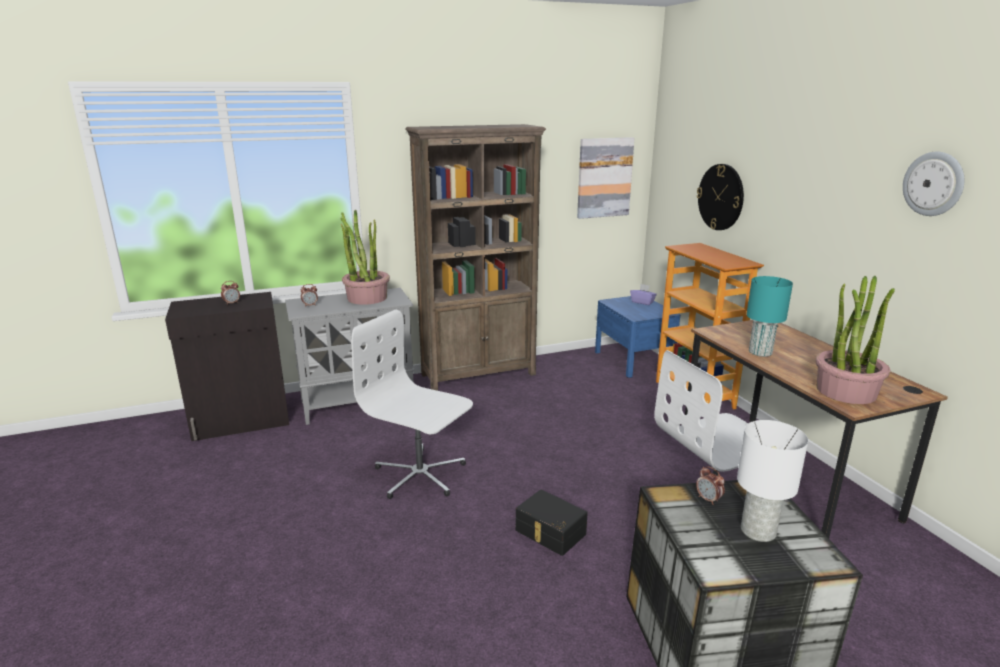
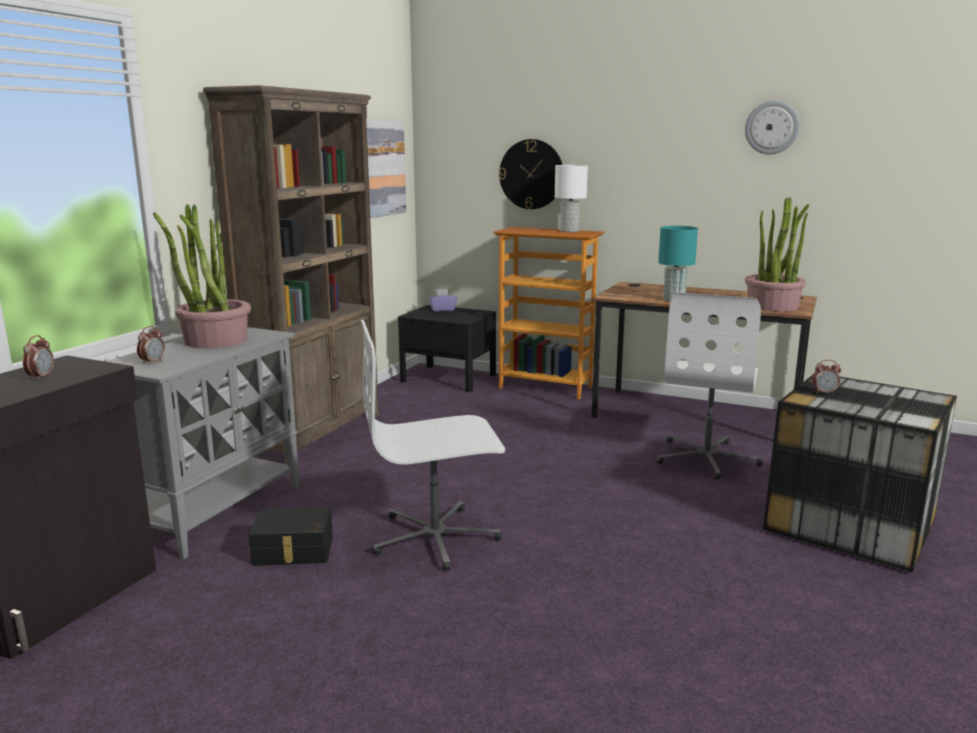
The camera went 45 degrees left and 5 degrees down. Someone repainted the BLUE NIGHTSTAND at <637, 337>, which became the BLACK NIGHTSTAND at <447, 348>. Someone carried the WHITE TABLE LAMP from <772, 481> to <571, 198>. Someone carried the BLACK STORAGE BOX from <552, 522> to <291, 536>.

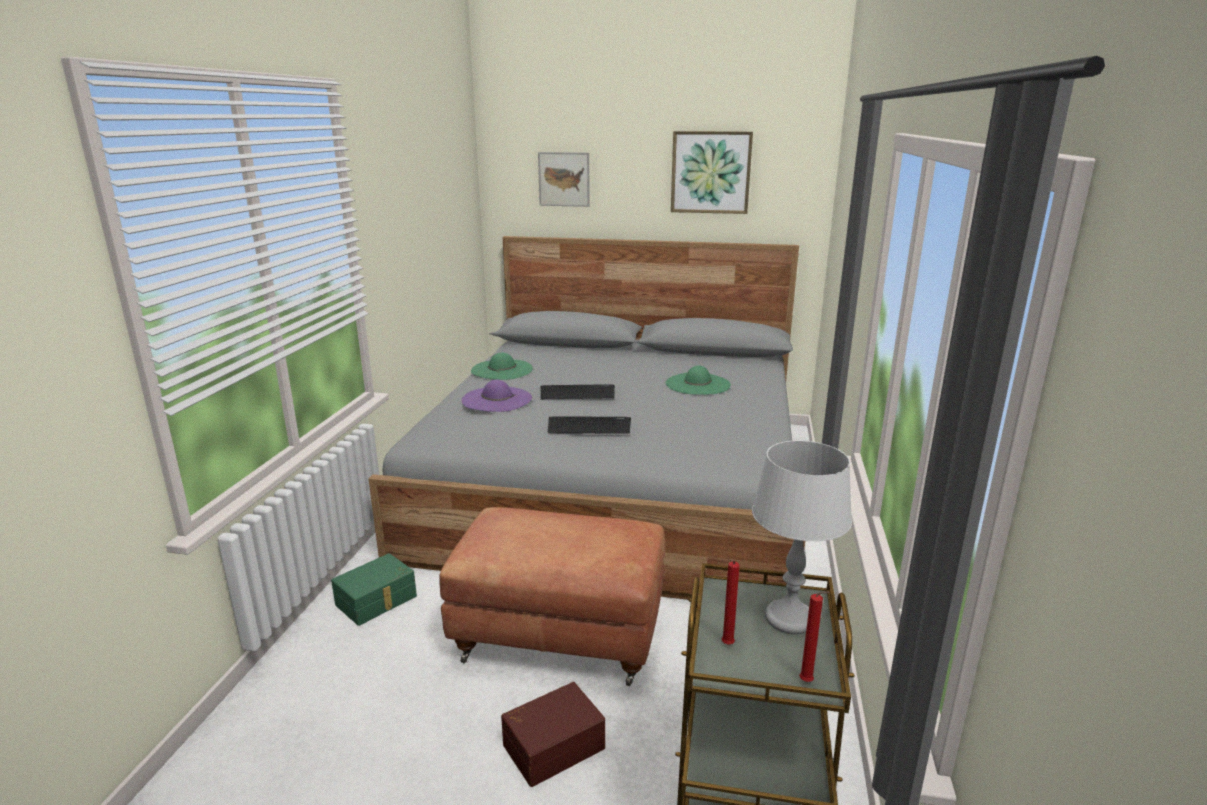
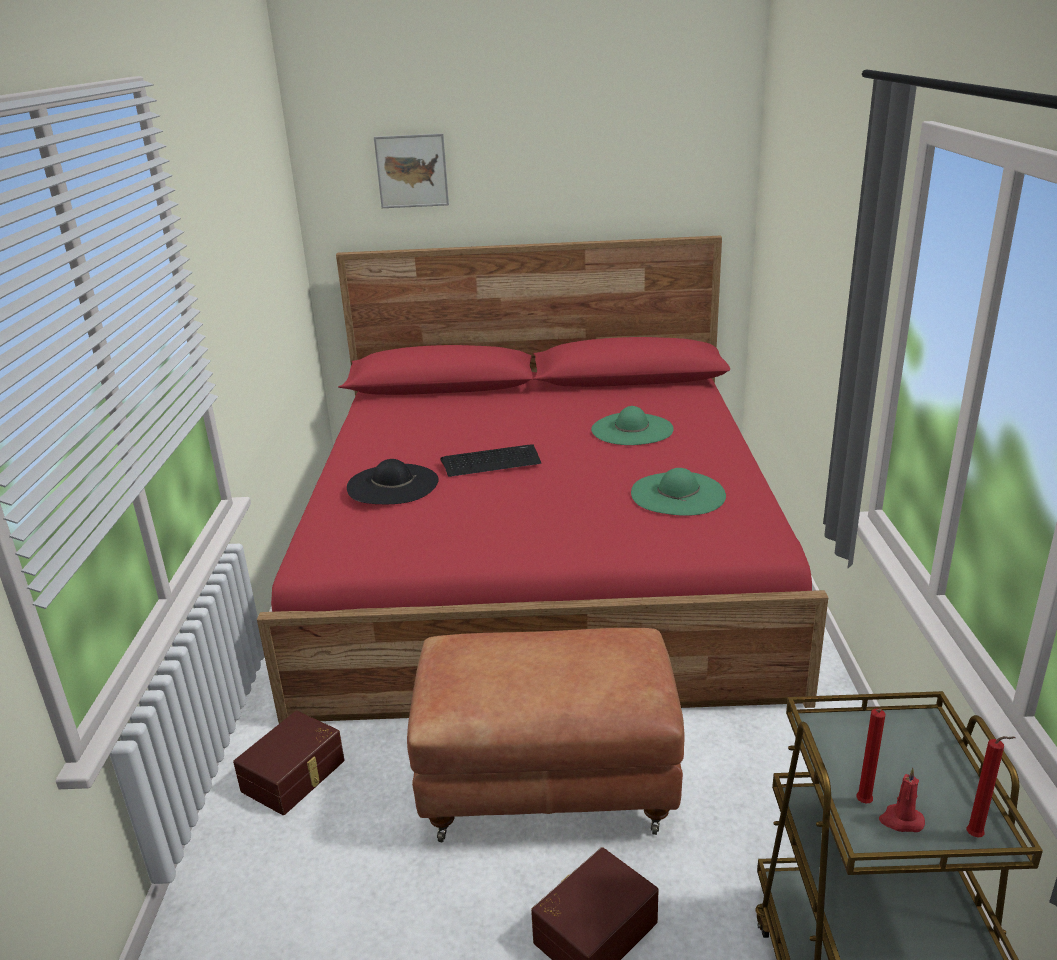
The camera went 10 degrees left and 5 degrees up. Someone took away the PICTURE at <712, 172>. Someone repainted the GREY BED at <586, 418>, which became the RED BED at <542, 480>. Someone carried the GREEN HAT from <502, 366> to <678, 492>. Someone repainted the PURPLE HAT at <497, 396>, which became the BLACK HAT at <393, 481>. Someone took away the KEYBOARD at <589, 425>. Someone took away the GREY TABLE LAMP at <802, 537>. Someone repainted the GREEN STORAGE BOX at <374, 589>, which became the BROWN STORAGE BOX at <289, 763>. Someone put down the RED CANDLE at <902, 800>.

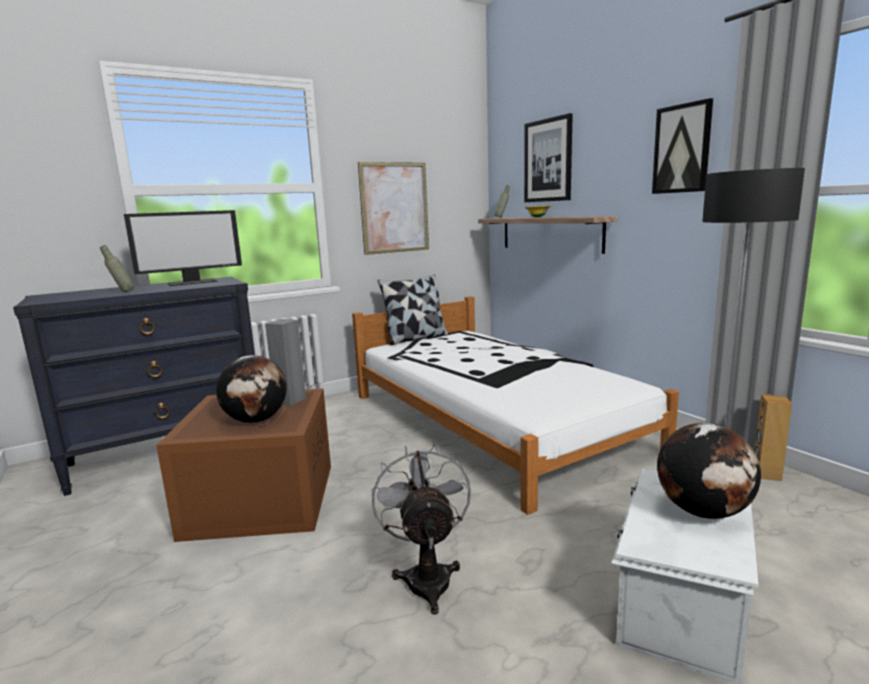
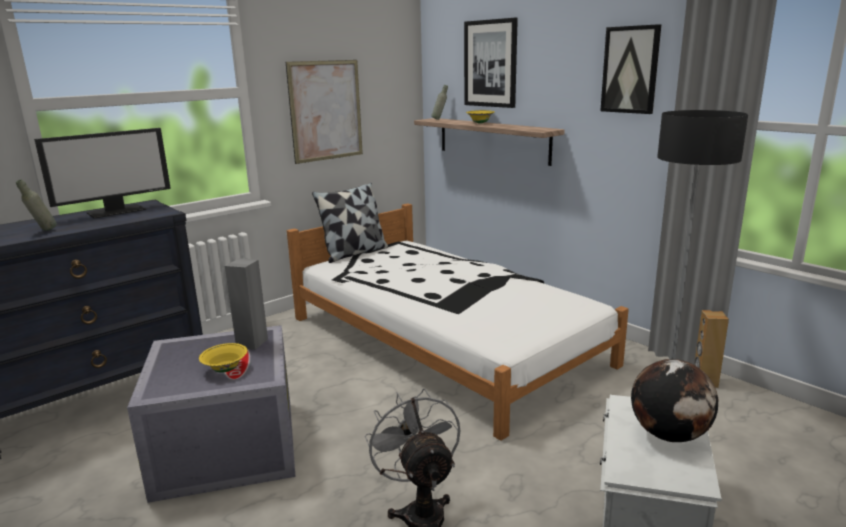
The camera went 10 degrees left and 5 degrees up. Someone swapped the GLOBE at <251, 389> for the YELLOW BOWL at <223, 358>. Someone repainted the BROWN STORAGE BOX at <243, 465>, which became the GREY STORAGE BOX at <211, 414>.

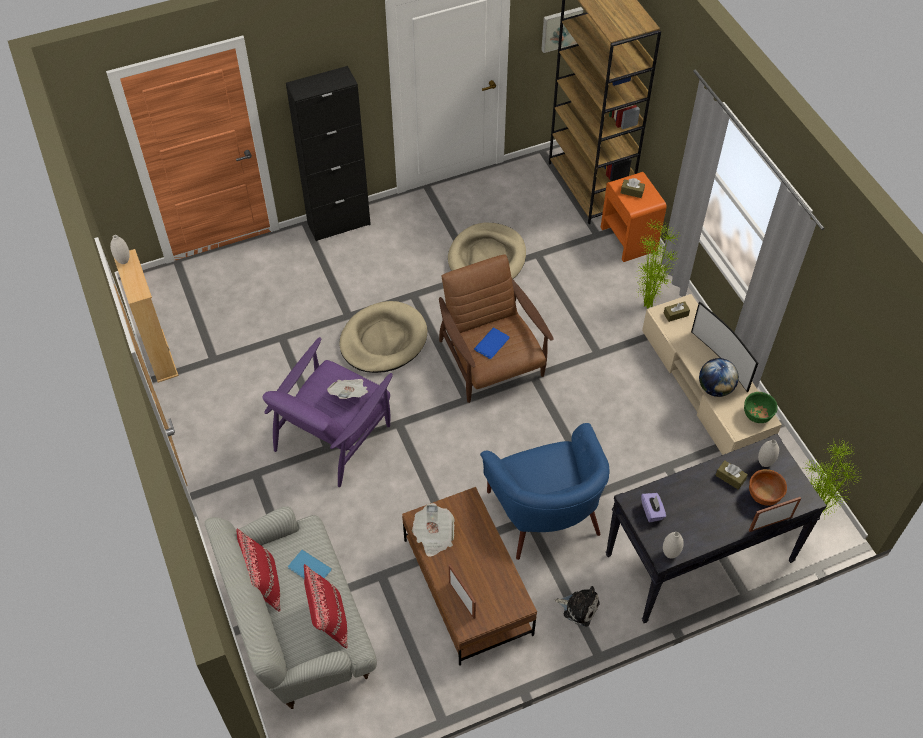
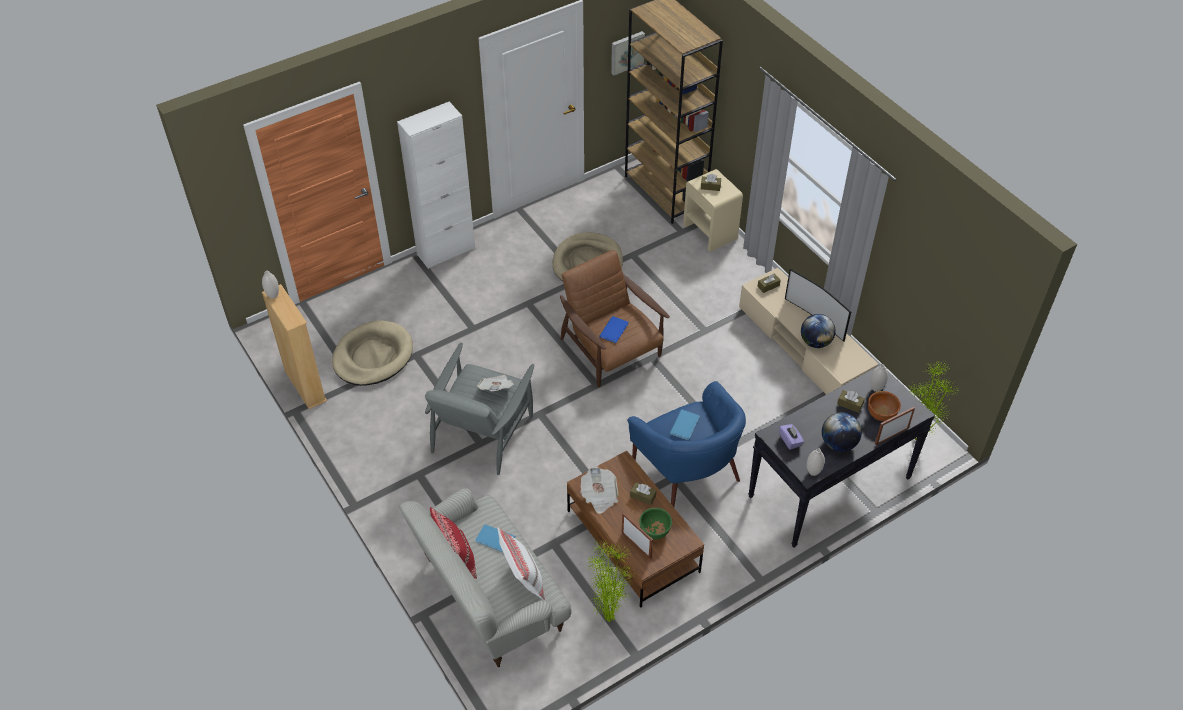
The camera went 10 degrees left and 5 degrees down. Someone repainted the BLACK CABINET at <328, 153>, which became the WHITE CABINET at <436, 185>. Someone repainted the ORANGE NIGHTSTAND at <634, 217>, which became the BEIGE NIGHTSTAND at <713, 210>. Someone carried the POTTED PLANT from <657, 264> to <609, 581>. Someone carried the BEIGE DOG BED from <383, 337> to <372, 353>. Someone repainted the PURPLE ARMCHAIR at <327, 412>, which became the GREY ARMCHAIR at <479, 408>. Someone carried the GREEN BOWL from <761, 407> to <655, 523>. Someone repainted the RED PILLOW at <326, 606>, which became the WHITE PILLOW at <521, 564>. Someone took away the PLUSH TOY at <577, 606>. Someone put down the BLUE BOOK at <684, 425>. Someone put down the GLOBE at <842, 432>. Someone put down the BROWN TISSUE BOX at <643, 493>.

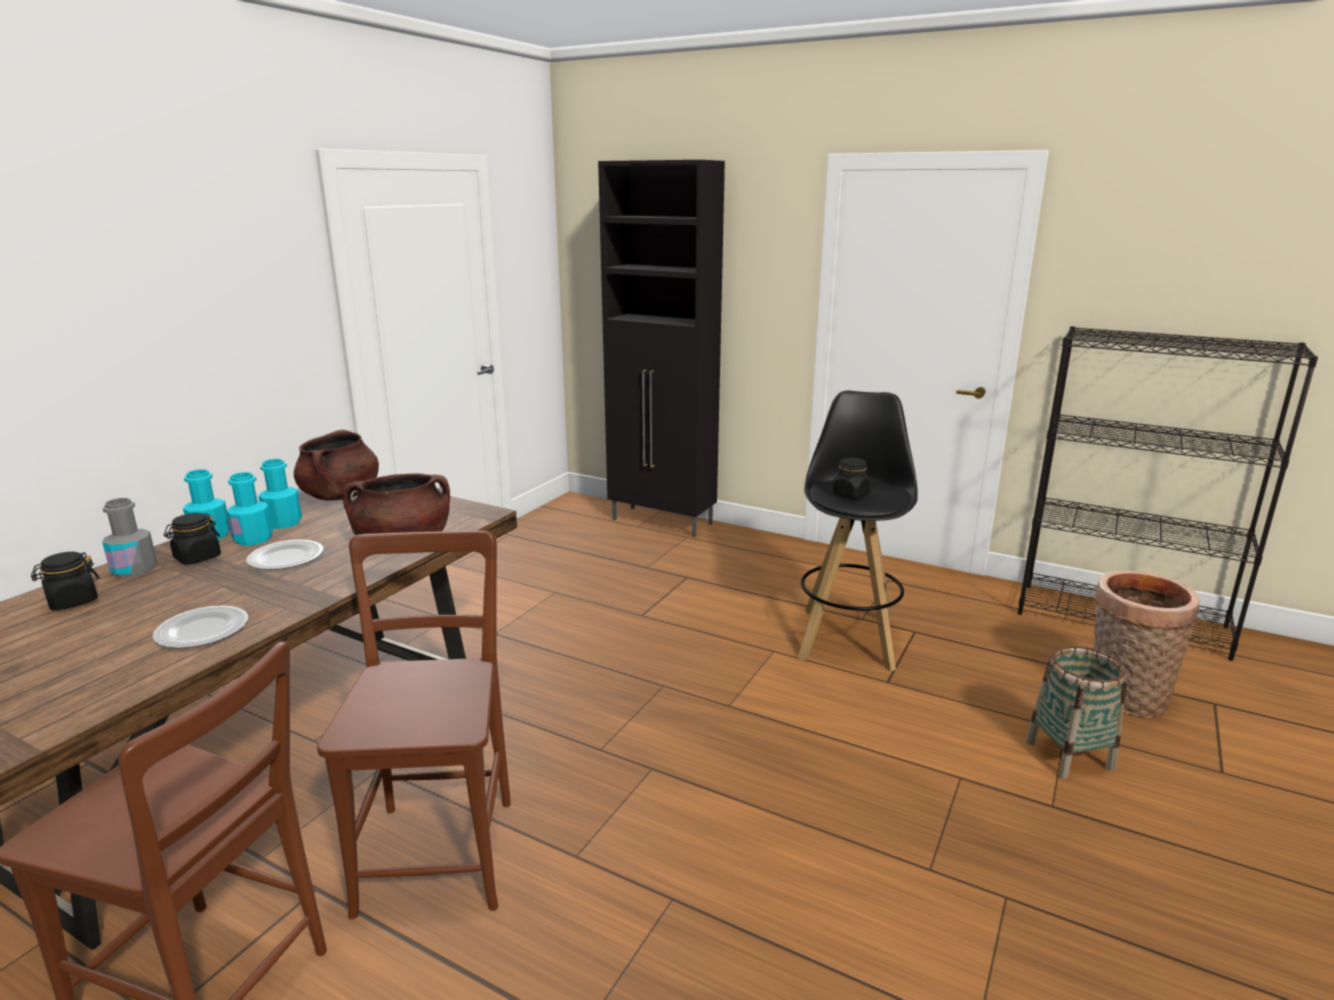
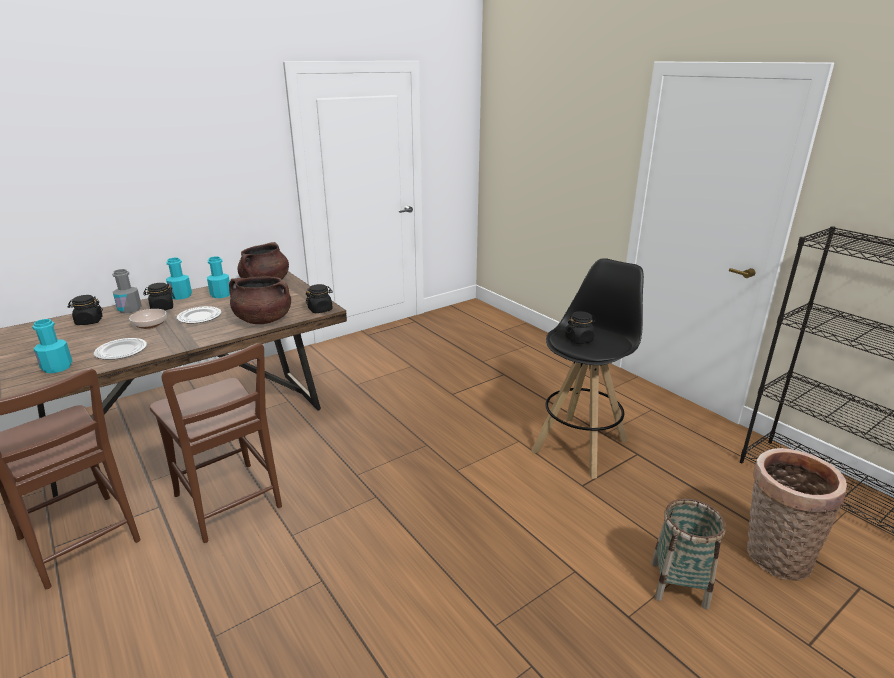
The camera went 25 degrees right and 5 degrees up. Someone took away the BLACK CABINET at <661, 349>. Someone carried the TURQUOISE BOTTLE from <249, 509> to <52, 346>. Someone rotated the BROWN CHAIR at <414, 725> by 120 degrees clockwise. Someone put down the BLACK JAR at <319, 298>. Someone put down the BOWL at <148, 319>.

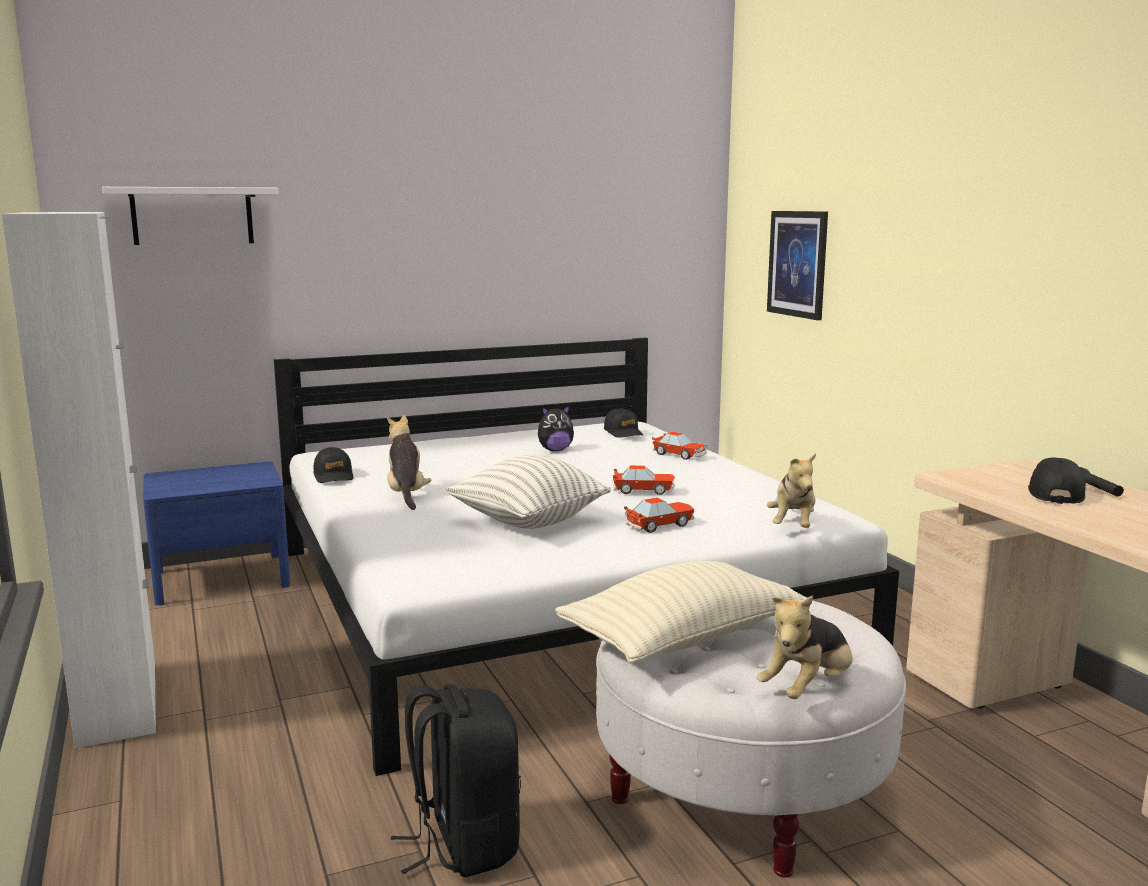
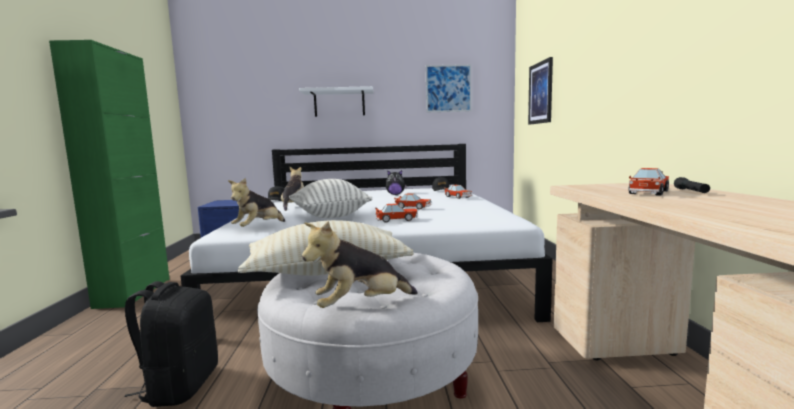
The camera went 20 degrees right and 5 degrees down. Someone carried the WHITE SHELF from <190, 216> to <336, 101>. Someone repainted the WHITE CABINET at <79, 480>, which became the GREEN CABINET at <109, 174>. Someone carried the PLUSH TOY from <791, 490> to <256, 202>. Someone swapped the BLACK CAP at <1057, 480> for the TOY CAR at <649, 182>. Someone put up the PICTURE at <448, 88>.

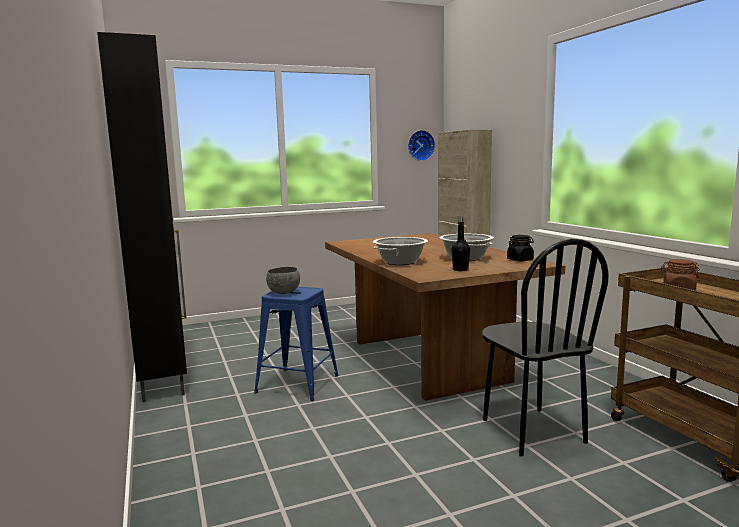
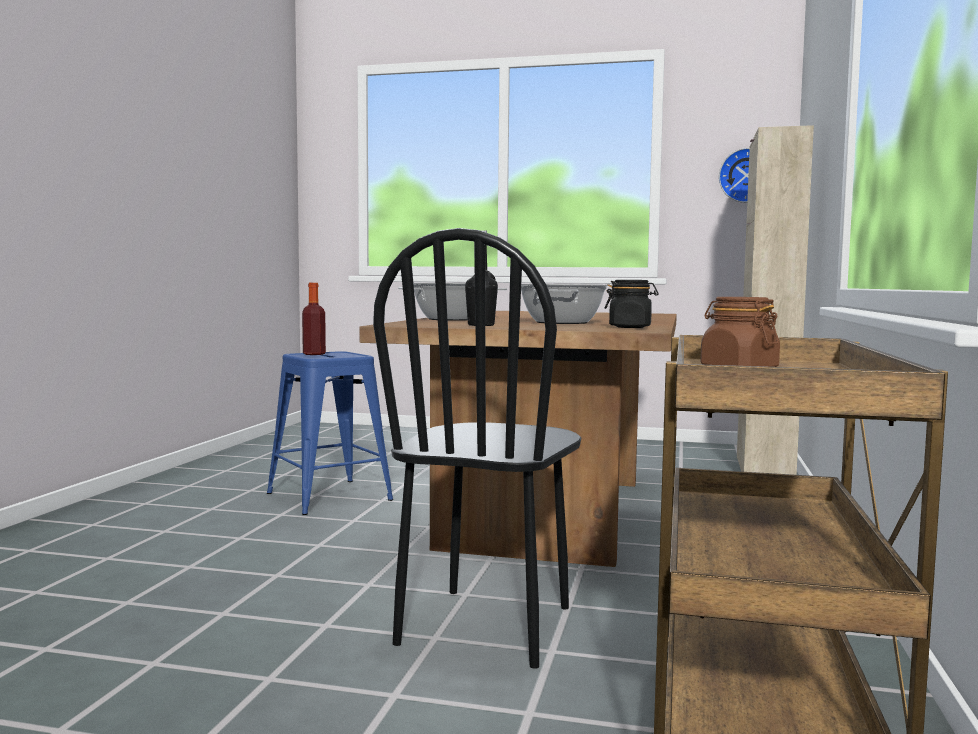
The camera went 35 degrees right and 5 degrees down. Someone took away the BLACK CABINET at <142, 217>. Someone swapped the GREY BOWL at <283, 280> for the BOTTLE at <314, 319>.

